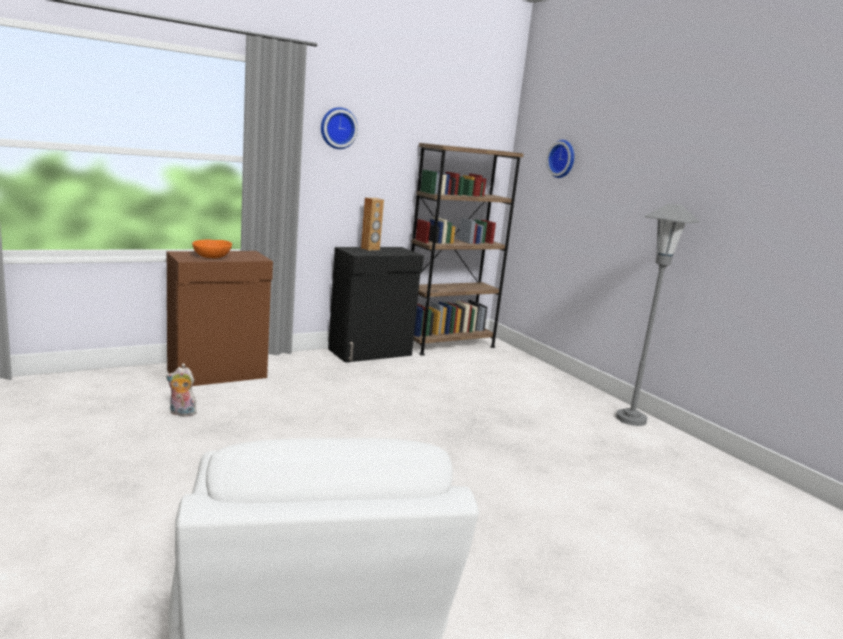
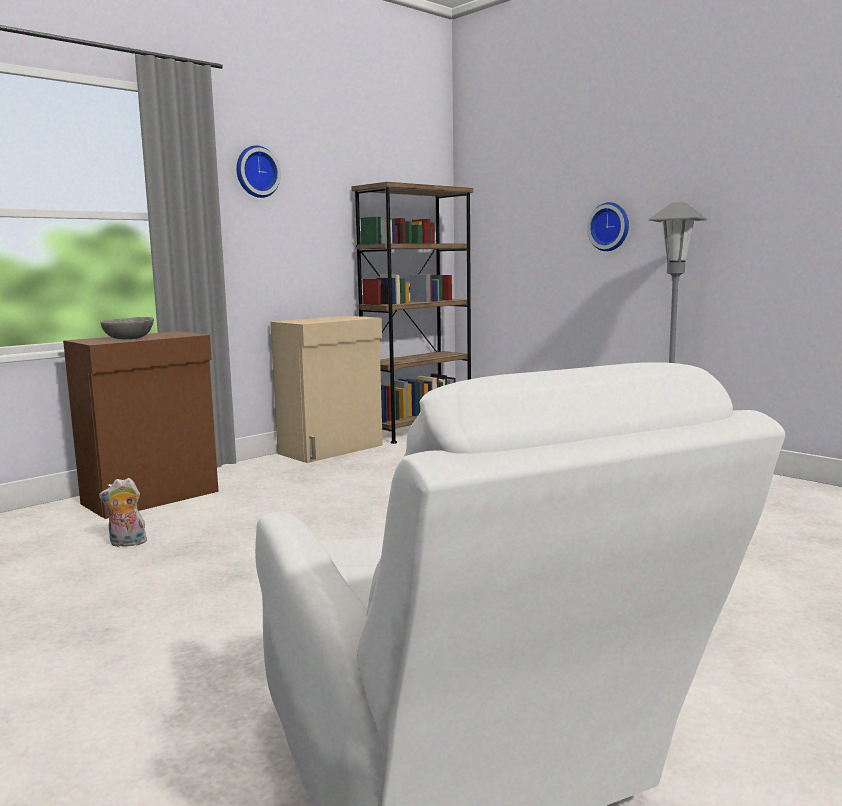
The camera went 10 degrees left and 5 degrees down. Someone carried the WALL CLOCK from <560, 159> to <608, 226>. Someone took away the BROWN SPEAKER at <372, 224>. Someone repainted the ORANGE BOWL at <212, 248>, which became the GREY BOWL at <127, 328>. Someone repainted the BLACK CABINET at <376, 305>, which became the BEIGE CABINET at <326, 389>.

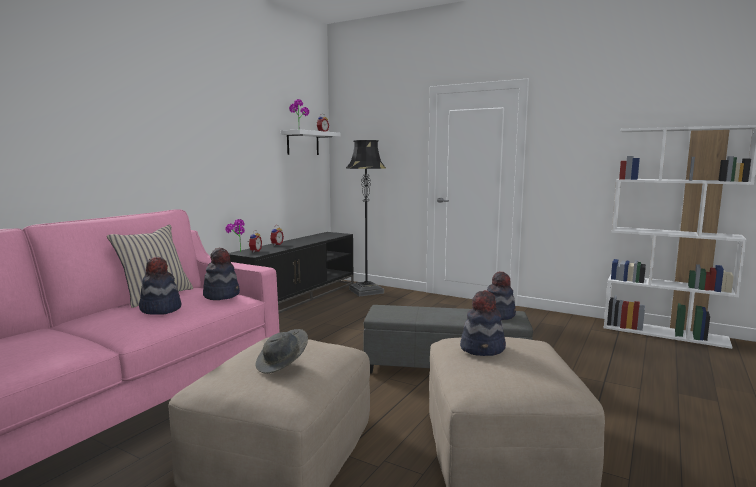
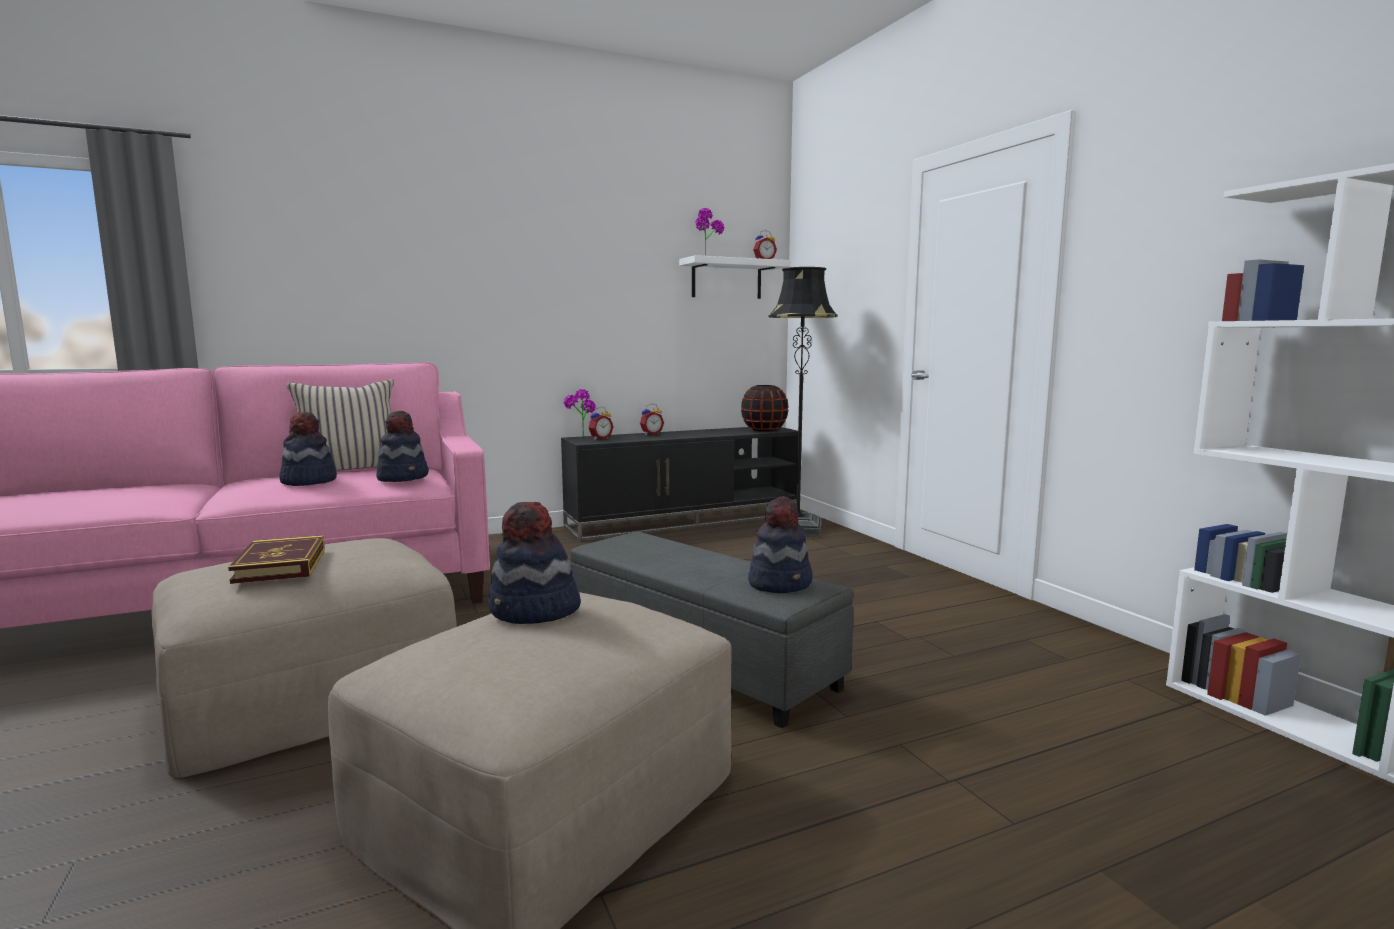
The camera went 35 degrees right and 0 degrees up. Someone swapped the GREY HAT at <281, 351> for the BOOK at <276, 559>. Someone put down the BLACK VASE at <765, 408>.

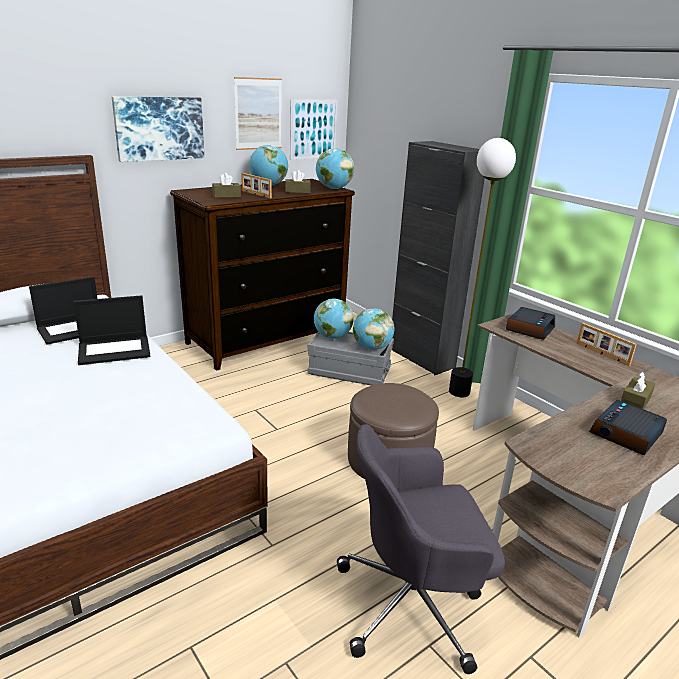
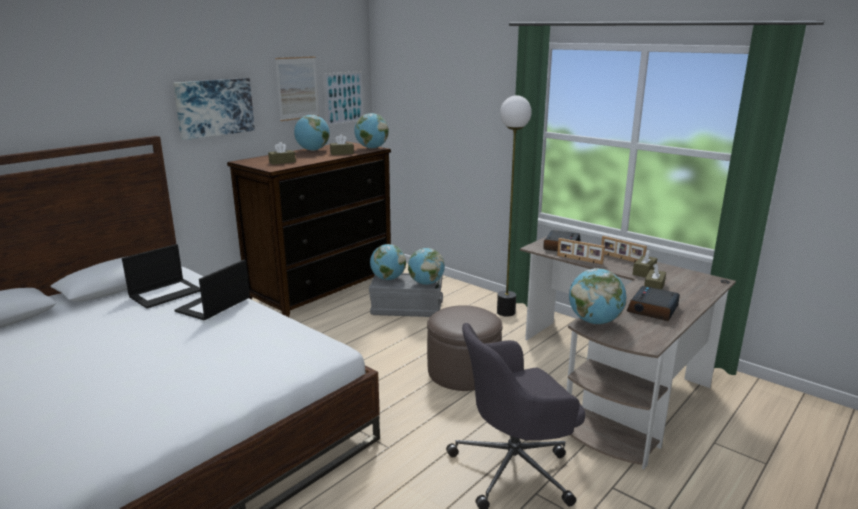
The camera went 10 degrees left and 5 degrees down. Someone took away the BLACK CABINET at <438, 258>. Someone carried the PICTURE FRAME from <256, 186> to <581, 251>. Someone rotated the LAPTOP at <112, 330> by 150 degrees clockwise. Someone put down the BROWN TISSUE BOX at <645, 264>. Someone put down the GLOBE at <597, 296>.

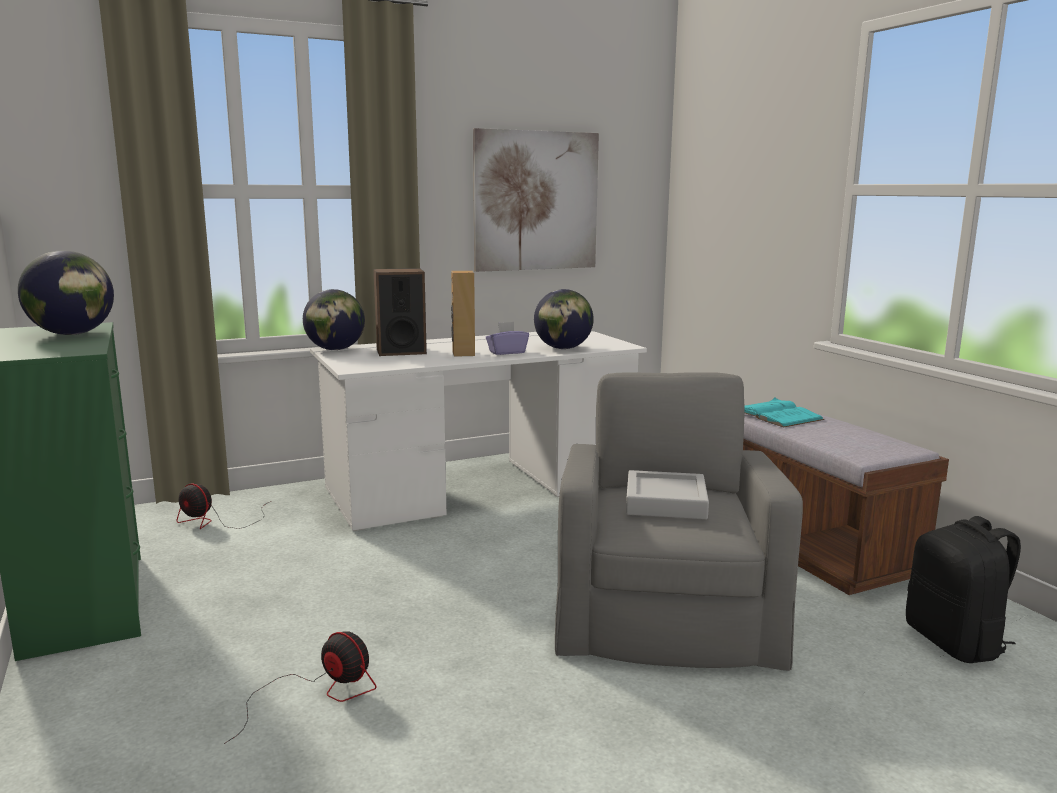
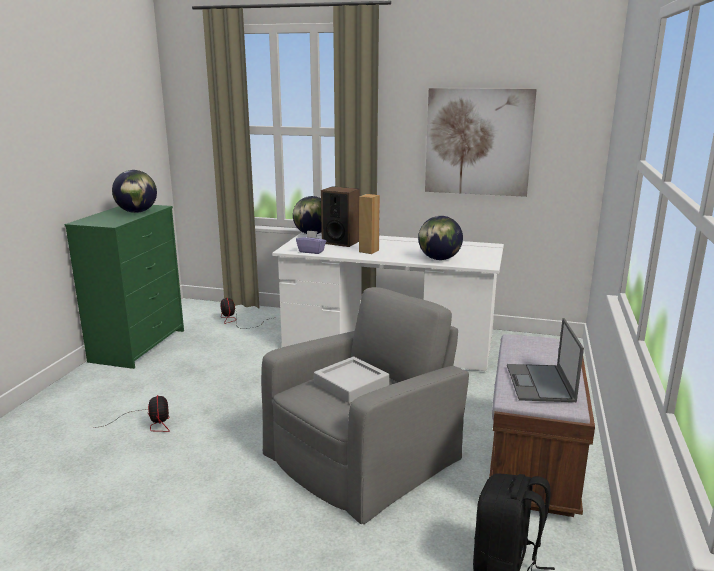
The camera went 40 degrees right and 5 degrees up. Someone carried the PURPLE TISSUE BOX from <507, 338> to <311, 242>. Someone took away the TURQUOISE BOOK at <784, 412>. Someone put down the LAPTOP at <545, 360>.

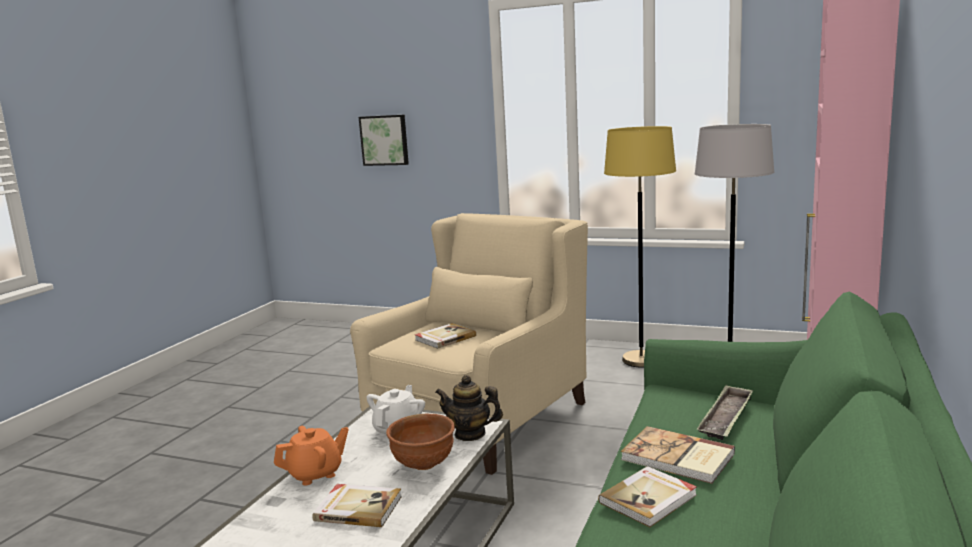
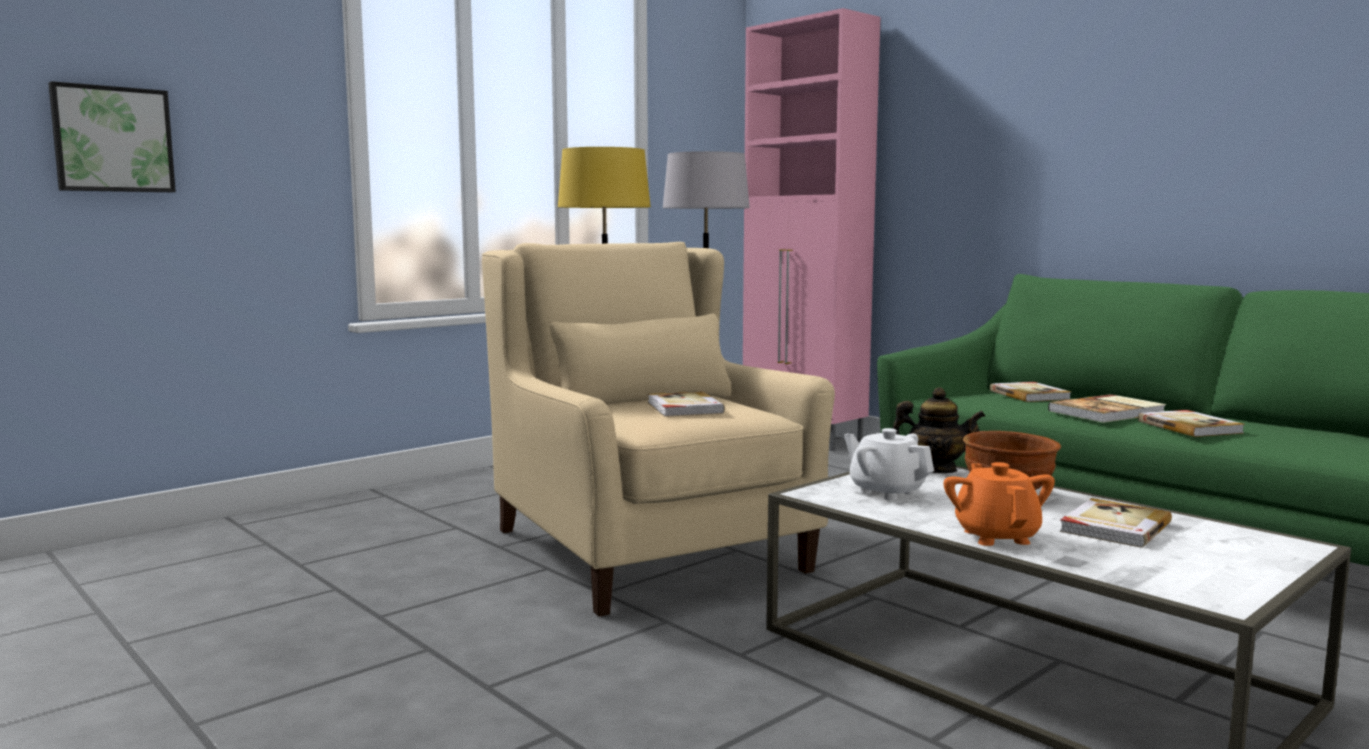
The camera went 65 degrees left and 5 degrees down. Someone rotated the TEAPOT at <469, 408> by 120 degrees counterclockwise. Someone swapped the TRAY at <725, 412> for the BOOK at <1030, 392>.

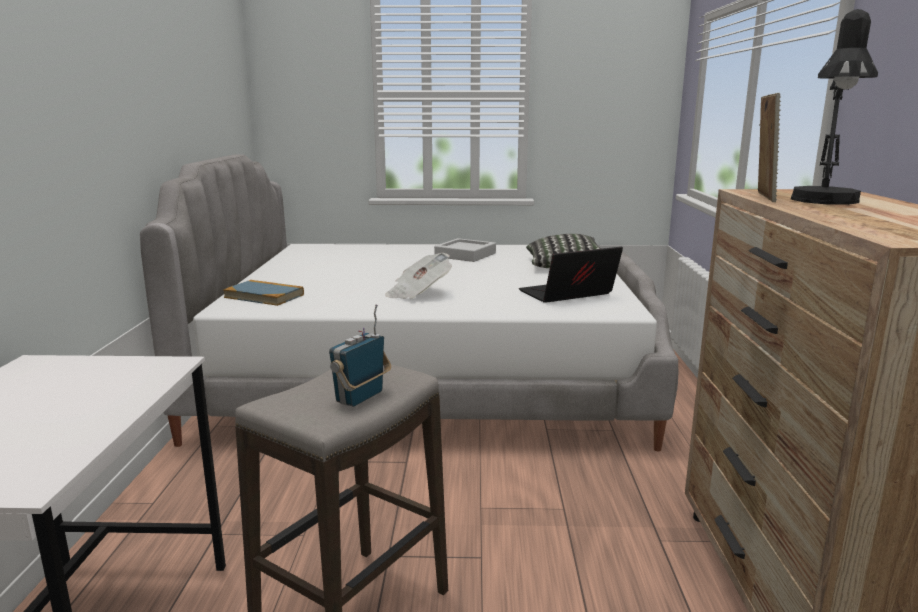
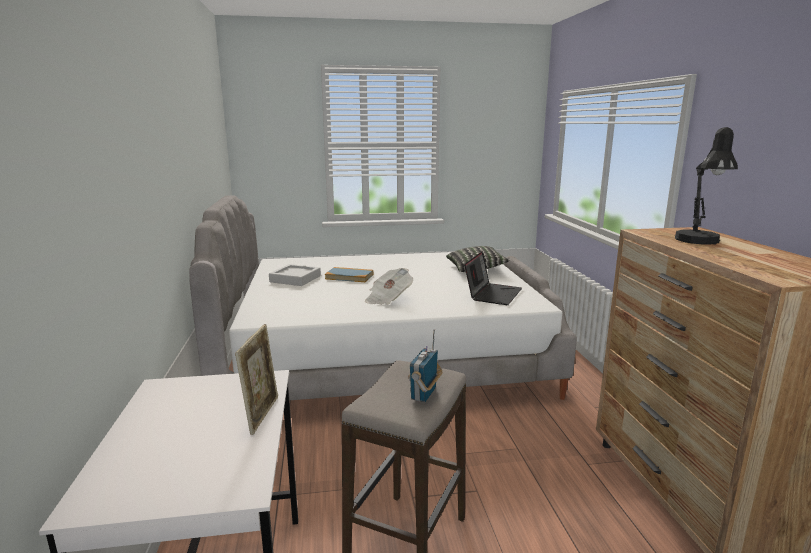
The camera went 10 degrees left and 0 degrees up. Someone carried the PICTURE FRAME from <769, 147> to <256, 379>. Someone carried the GREY TRAY from <465, 250> to <295, 275>. Someone rotated the LAPTOP at <571, 275> by 150 degrees clockwise. Someone carried the BOOK from <263, 293> to <349, 274>.

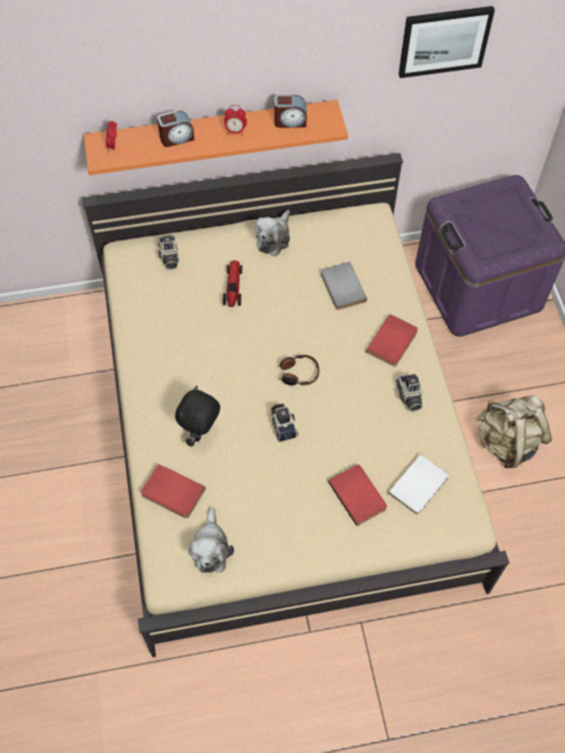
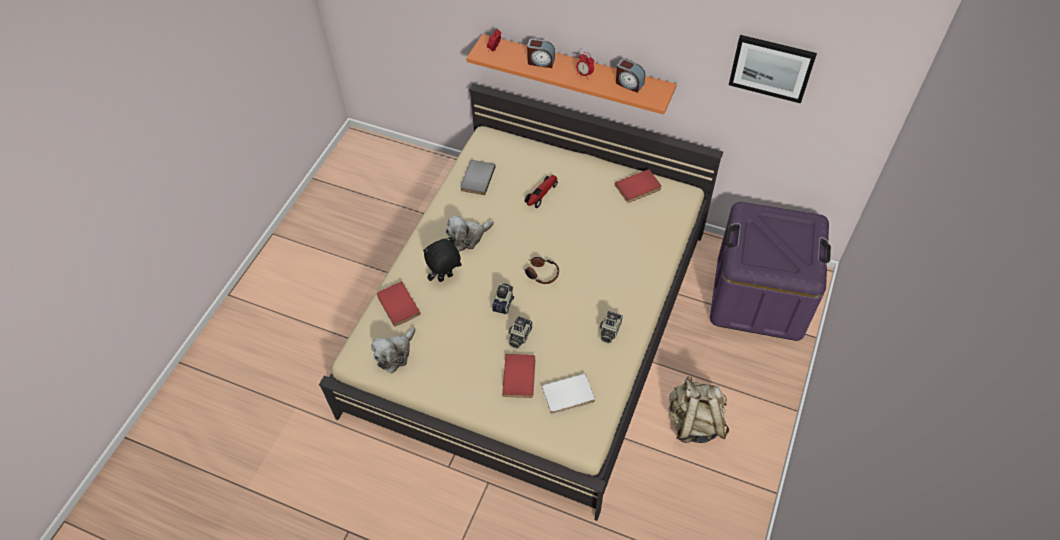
The camera went 35 degrees right and 5 degrees down. Someone carried the PLUSH TOY from <272, 233> to <470, 233>. Someone carried the PHOTO CAMERA from <168, 252> to <520, 332>. Someone carried the GREY BOOK from <344, 286> to <478, 177>. Someone carried the RED BOOK from <392, 340> to <638, 186>.

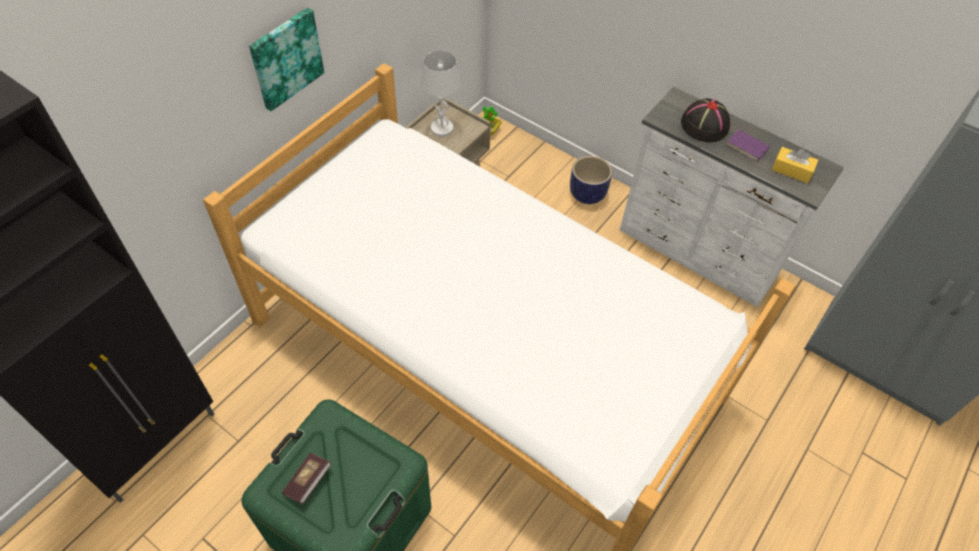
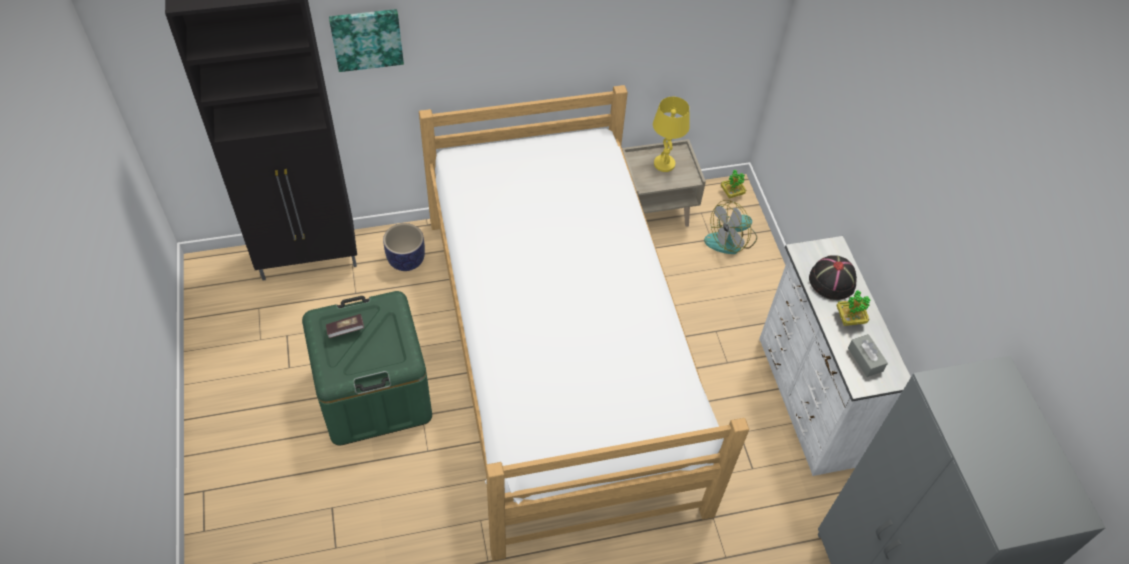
The camera went 40 degrees right and 0 degrees up. Someone carried the PICTURE from <286, 59> to <366, 40>. Someone repainted the WHITE TABLE LAMP at <441, 93>, which became the YELLOW TABLE LAMP at <671, 134>. Someone swapped the PURPLE BOOK at <748, 144> for the POTTED PLANT at <853, 308>. Someone repainted the YELLOW TISSUE BOX at <795, 165>, which became the GREY TISSUE BOX at <868, 355>. Someone carried the PLANTER from <591, 180> to <404, 247>. Someone put down the FAN at <730, 227>.

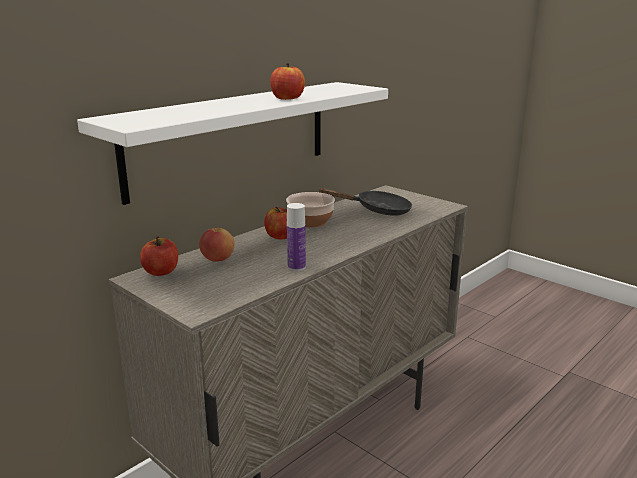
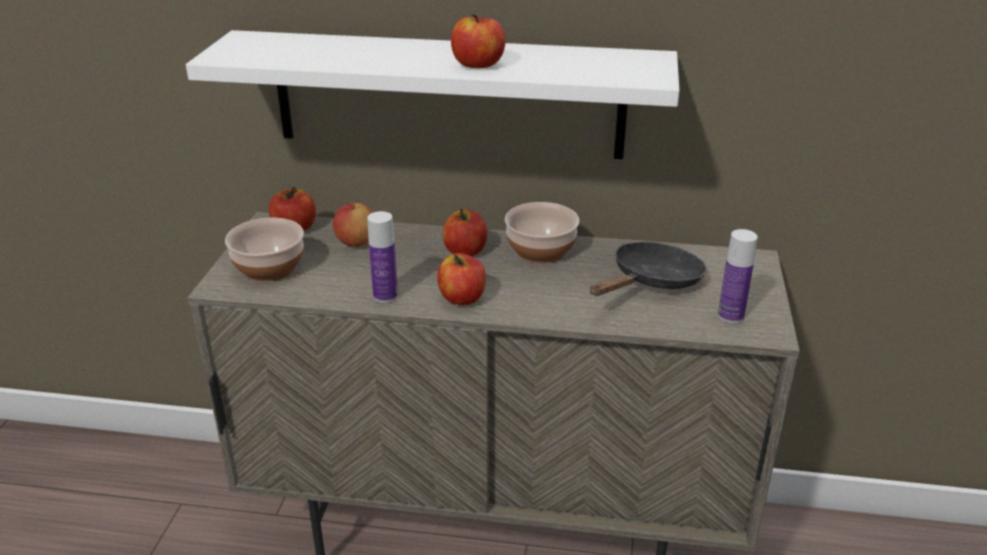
The camera went 55 degrees right and 10 degrees up. Someone rotated the BLACK FRYING PAN at <365, 202> by 105 degrees counterclockwise. Someone put down the BOWL at <264, 250>. Someone put down the BOTTLE at <738, 276>. Someone put down the APPLE at <461, 279>.

